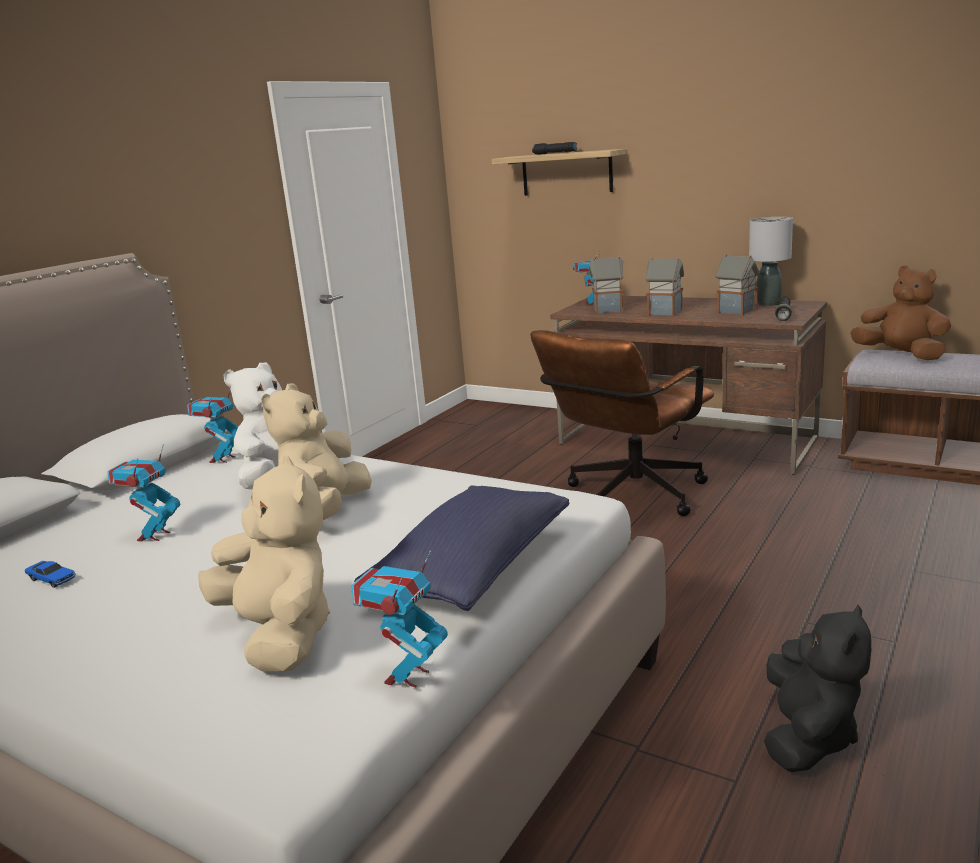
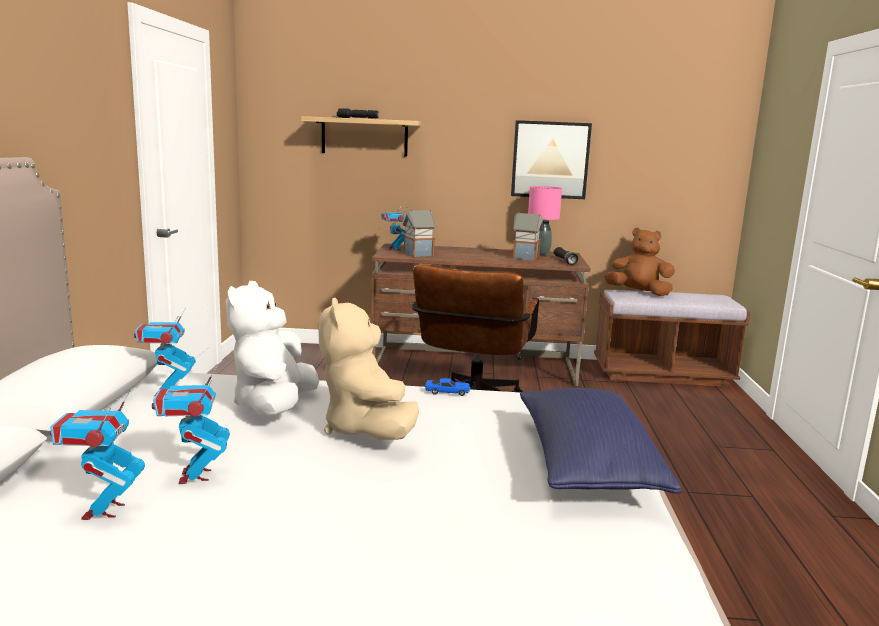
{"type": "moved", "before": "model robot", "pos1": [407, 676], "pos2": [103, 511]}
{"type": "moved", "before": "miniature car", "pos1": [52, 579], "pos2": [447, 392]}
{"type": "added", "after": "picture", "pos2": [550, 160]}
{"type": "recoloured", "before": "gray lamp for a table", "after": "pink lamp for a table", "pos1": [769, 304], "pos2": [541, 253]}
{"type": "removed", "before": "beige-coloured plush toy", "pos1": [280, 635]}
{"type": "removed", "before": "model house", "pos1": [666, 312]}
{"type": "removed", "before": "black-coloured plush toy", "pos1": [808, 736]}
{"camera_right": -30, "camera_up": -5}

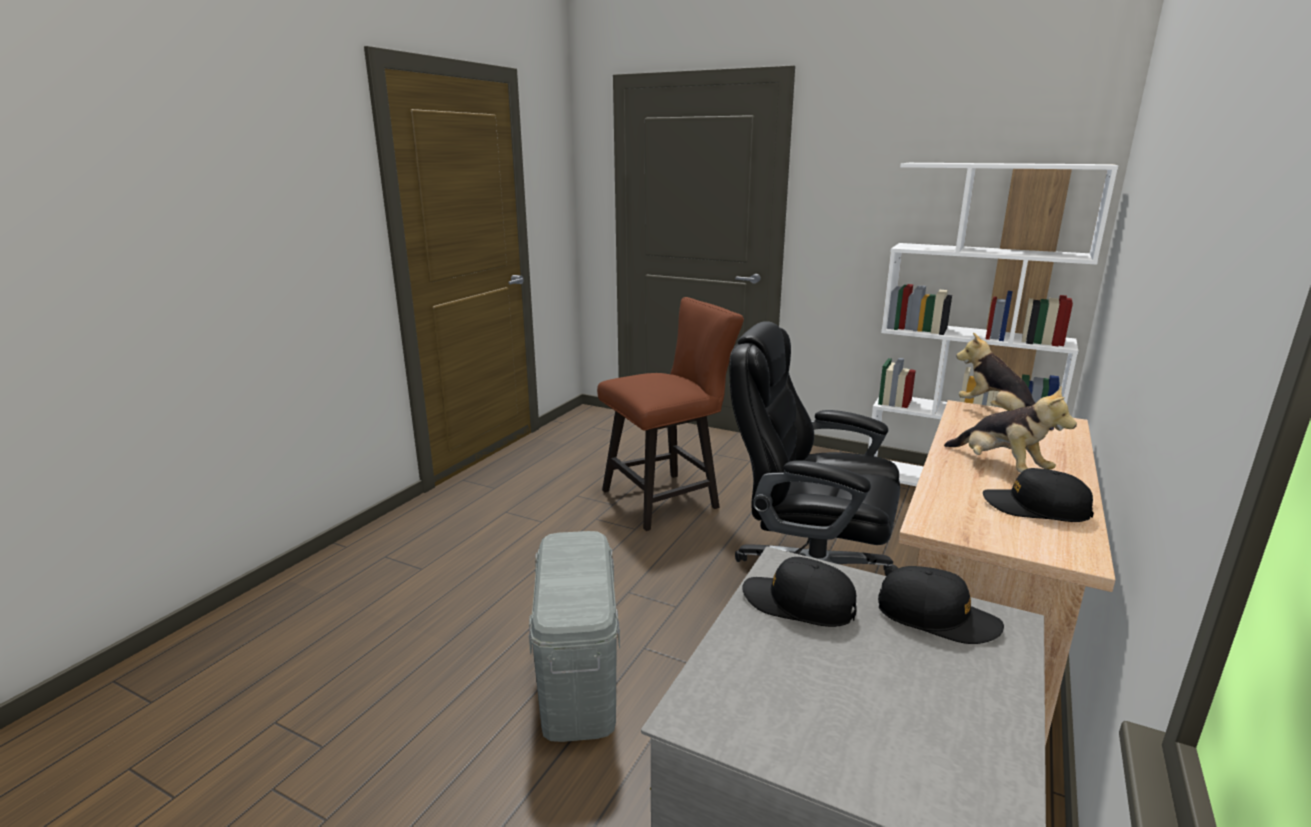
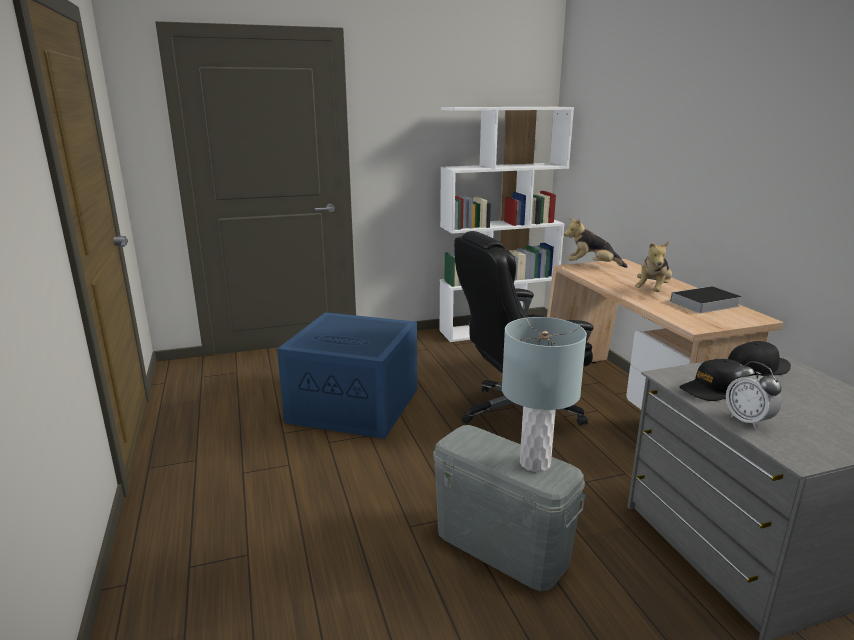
{"type": "replaced", "before": "brown-coloured upright chair", "after": "blue storage bin", "pos1": [668, 498], "pos2": [356, 404]}
{"type": "added", "after": "gray lamp for a table", "pos2": [534, 463]}
{"type": "turned", "before": "plush toy", "pos1": [1000, 467], "pos2": [653, 291], "turn": 105}
{"type": "replaced", "before": "black-coloured peaked cap", "after": "bound book", "pos1": [1035, 508], "pos2": [703, 304]}
{"type": "added", "after": "alarm clock", "pos2": [748, 421]}
{"camera_right": -45, "camera_up": 0}

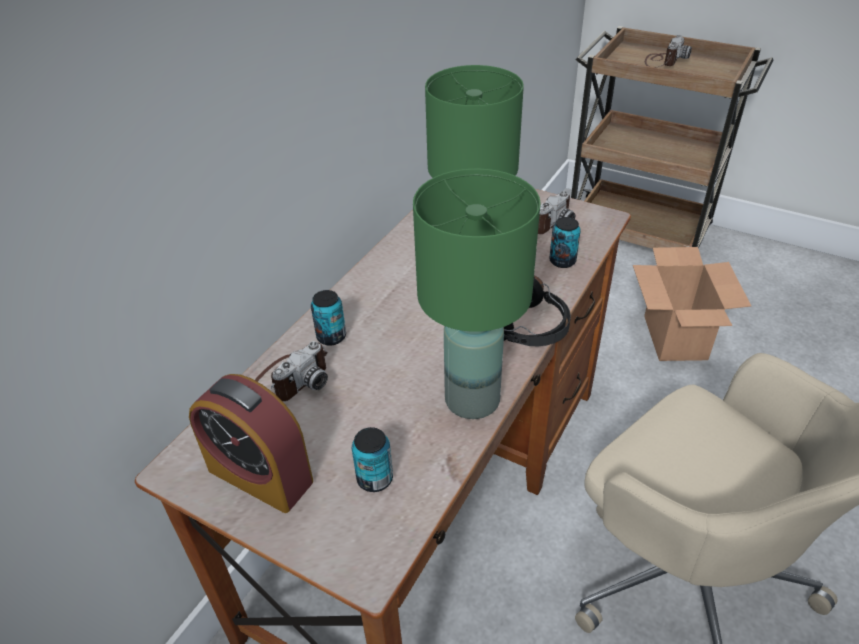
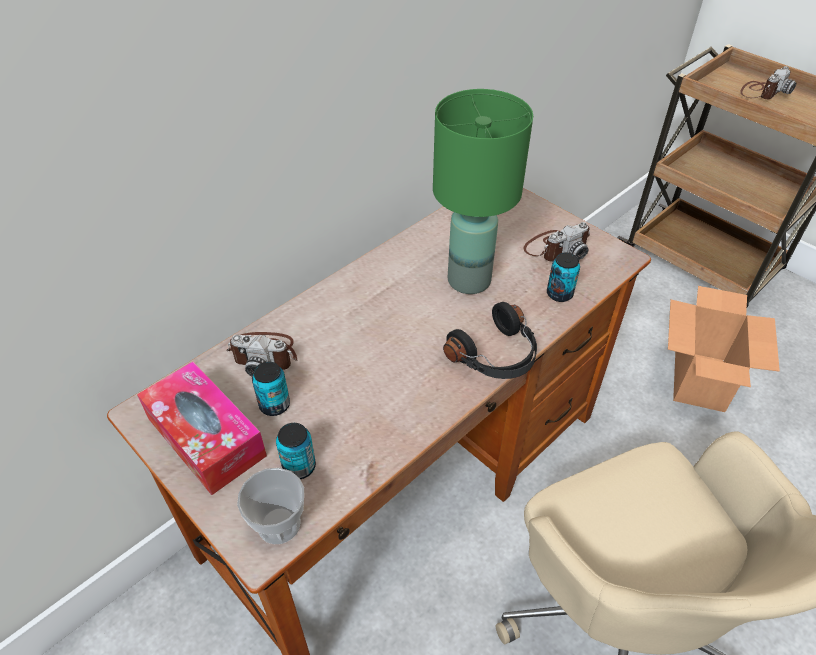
{"type": "replaced", "before": "alarm clock", "after": "box of tissues", "pos1": [260, 475], "pos2": [206, 437]}
{"type": "turned", "before": "photo camera", "pos1": [291, 379], "pos2": [265, 354], "turn": 45}
{"type": "added", "after": "drinking cup", "pos2": [279, 524]}
{"type": "moved", "before": "can", "pos1": [331, 337], "pos2": [274, 405]}
{"type": "removed", "before": "green-coloured lamp for a table", "pos1": [472, 401]}
{"camera_right": 15, "camera_up": 5}

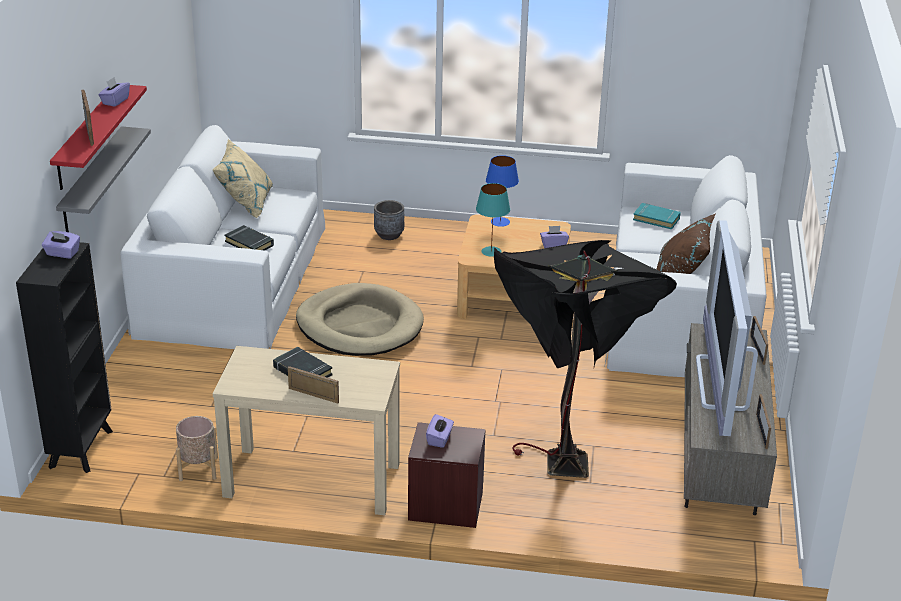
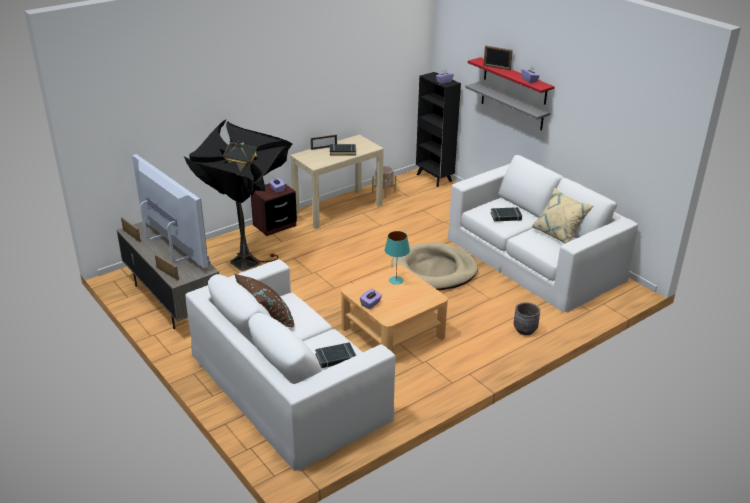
{"type": "recoloured", "before": "turquoise-coloured bound book", "after": "black-coloured bound book", "pos1": [656, 219], "pos2": [336, 358]}
{"type": "removed", "before": "blue lamp for a table", "pos1": [500, 222]}
{"camera_right": 135, "camera_up": 0}

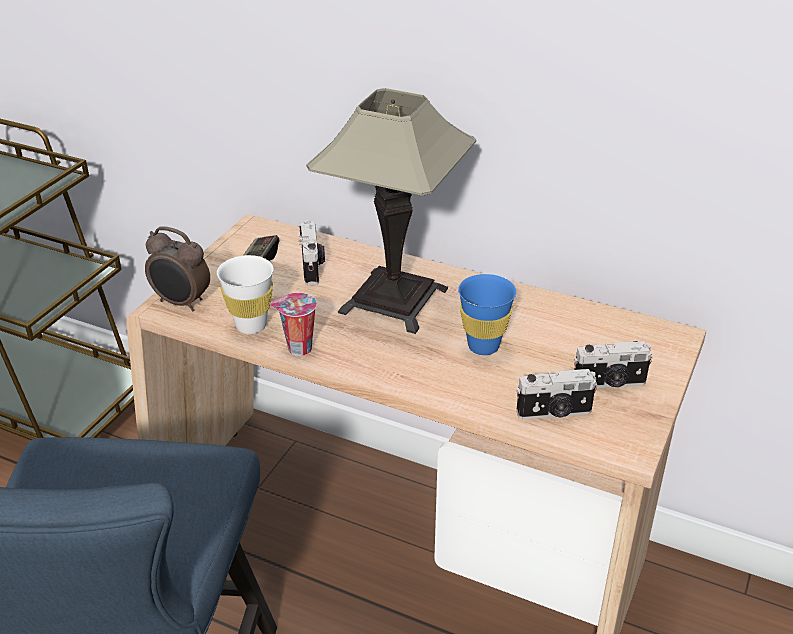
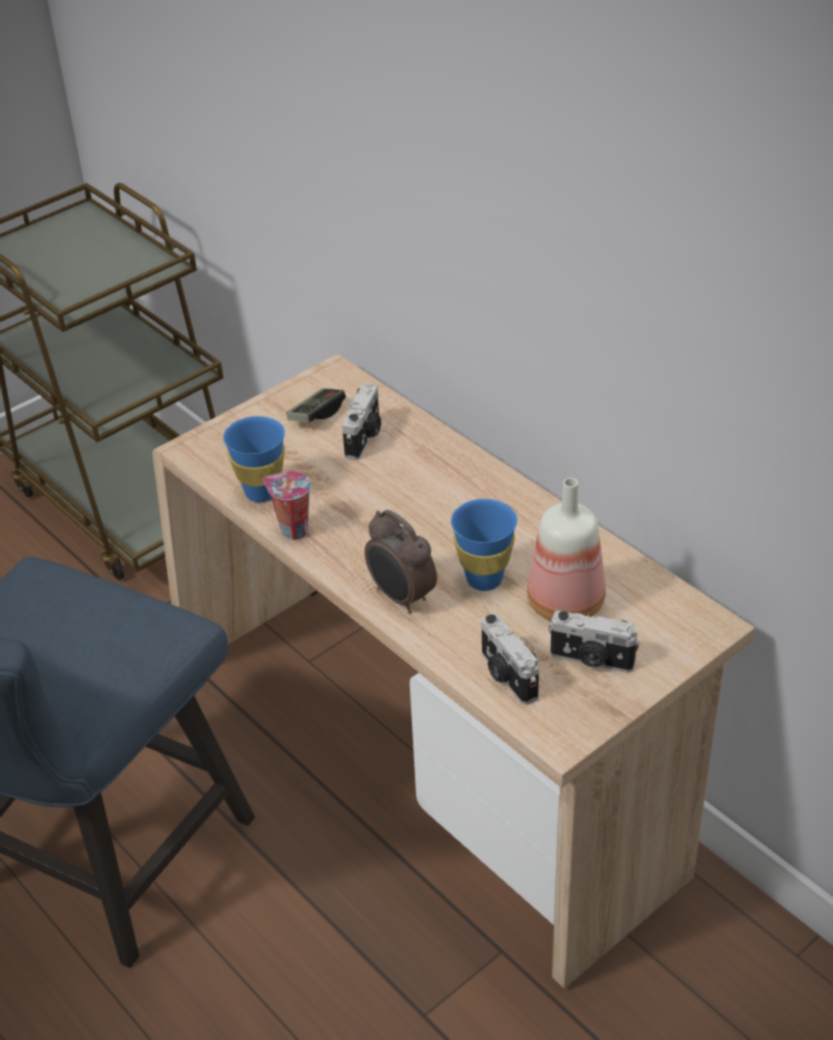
{"type": "recoloured", "before": "whitish drinking cup", "after": "blue drinking cup", "pos1": [251, 326], "pos2": [261, 492]}
{"type": "moved", "before": "alarm clock", "pos1": [181, 303], "pos2": [401, 597]}
{"type": "turned", "before": "photo camera", "pos1": [554, 413], "pos2": [506, 676], "turn": 45}
{"type": "added", "after": "drink bottle", "pos2": [563, 602]}
{"type": "removed", "before": "lamp for a table", "pos1": [394, 300]}
{"camera_right": 25, "camera_up": 5}

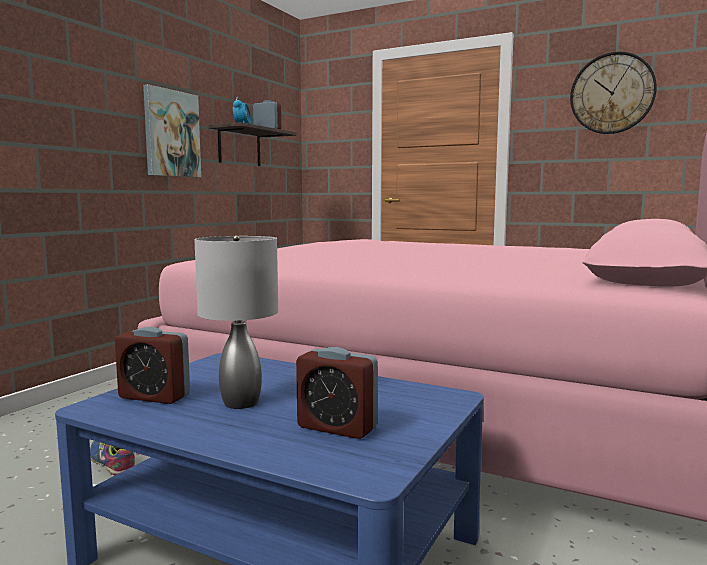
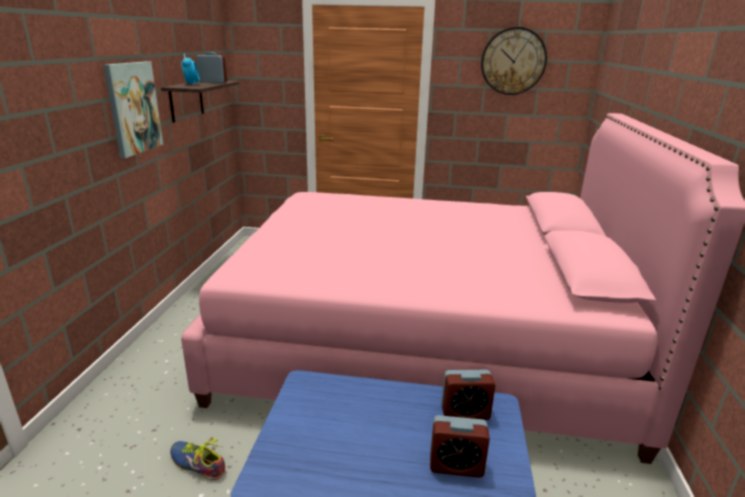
{"type": "moved", "before": "alarm clock", "pos1": [154, 396], "pos2": [465, 413]}
{"type": "removed", "before": "gray lamp for a table", "pos1": [239, 403]}
{"camera_right": -20, "camera_up": 15}

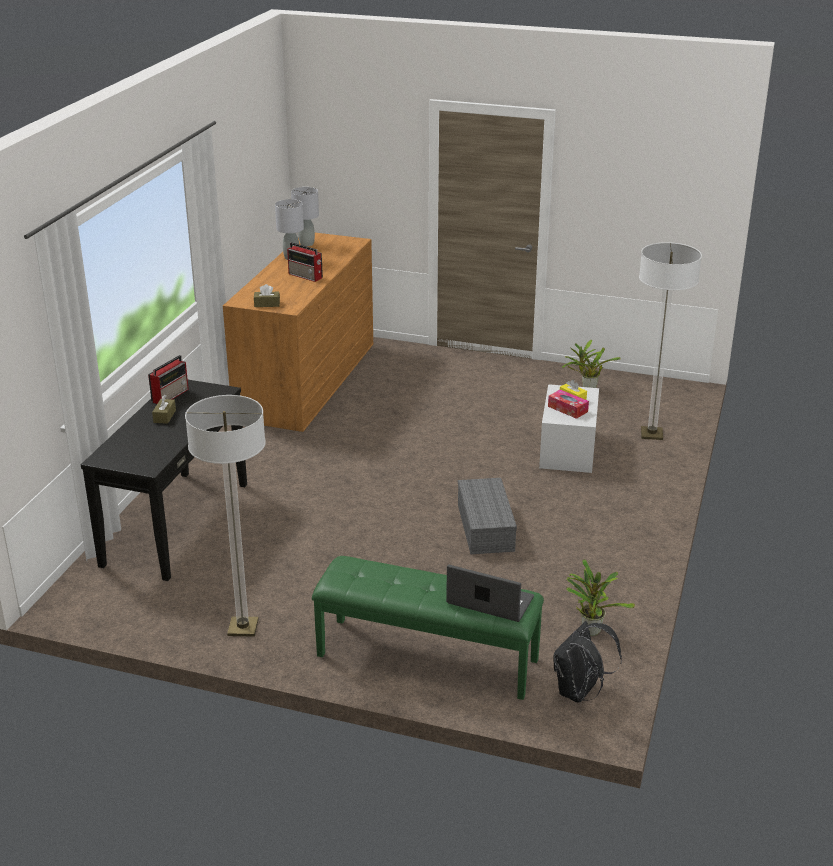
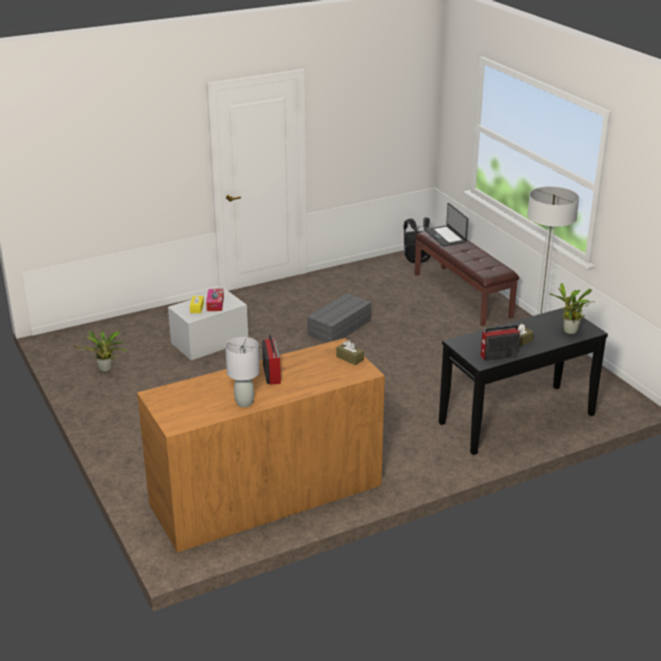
{"type": "recoloured", "before": "green-coloured bench", "after": "brown-coloured bench", "pos1": [426, 658], "pos2": [463, 295]}
{"type": "moved", "before": "houseplant", "pos1": [590, 629], "pos2": [569, 332]}
{"type": "removed", "before": "gray lamp for a table", "pos1": [307, 244]}
{"type": "removed", "before": "standing lamp", "pos1": [651, 434]}
{"camera_right": -135, "camera_up": 0}

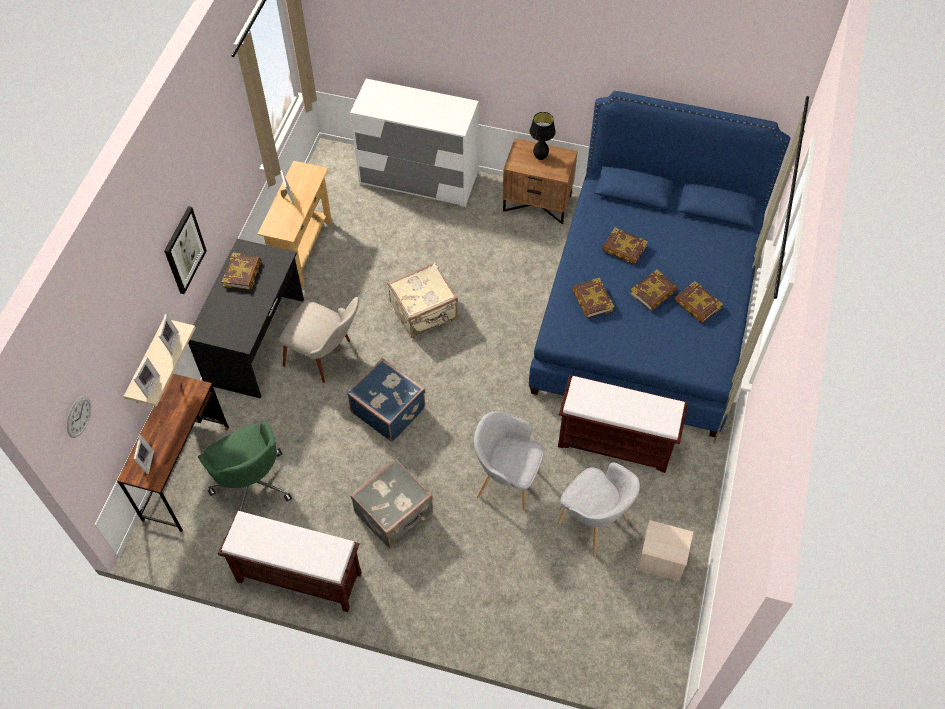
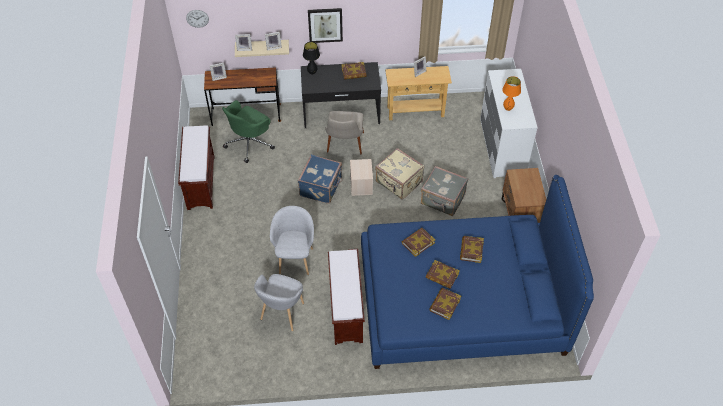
{"type": "moved", "before": "black-coloured lamp for a table", "pos1": [540, 157], "pos2": [312, 73]}
{"type": "moved", "before": "beige-coloured storage bin", "pos1": [660, 559], "pos2": [361, 185]}
{"type": "moved", "before": "gray travel case", "pos1": [395, 513], "pos2": [442, 200]}
{"type": "added", "after": "orangey lamp for a table", "pos2": [508, 108]}
{"camera_right": 70, "camera_up": -5}

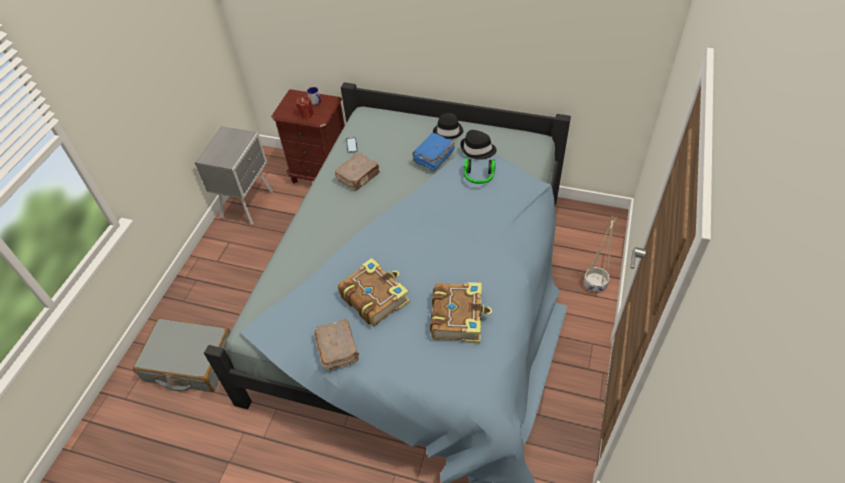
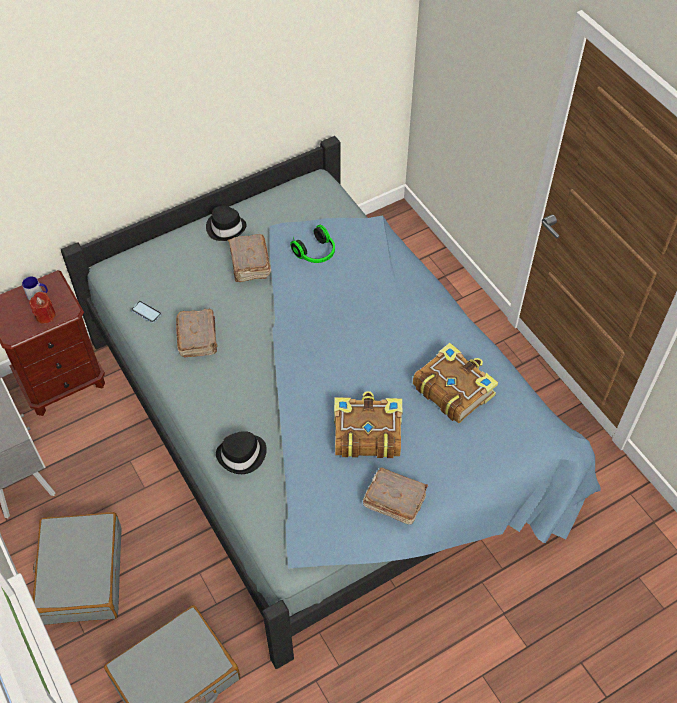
{"type": "added", "after": "gray travel case", "pos2": [81, 575]}
{"type": "moved", "before": "black-coloured clothing hat", "pos1": [477, 149], "pos2": [242, 455]}
{"type": "recoloured", "before": "blue bound book", "after": "brown-coloured bound book", "pos1": [433, 157], "pos2": [249, 264]}
{"type": "removed", "before": "beige-coloured plant pot", "pos1": [595, 284]}
{"camera_right": -50, "camera_up": 5}

